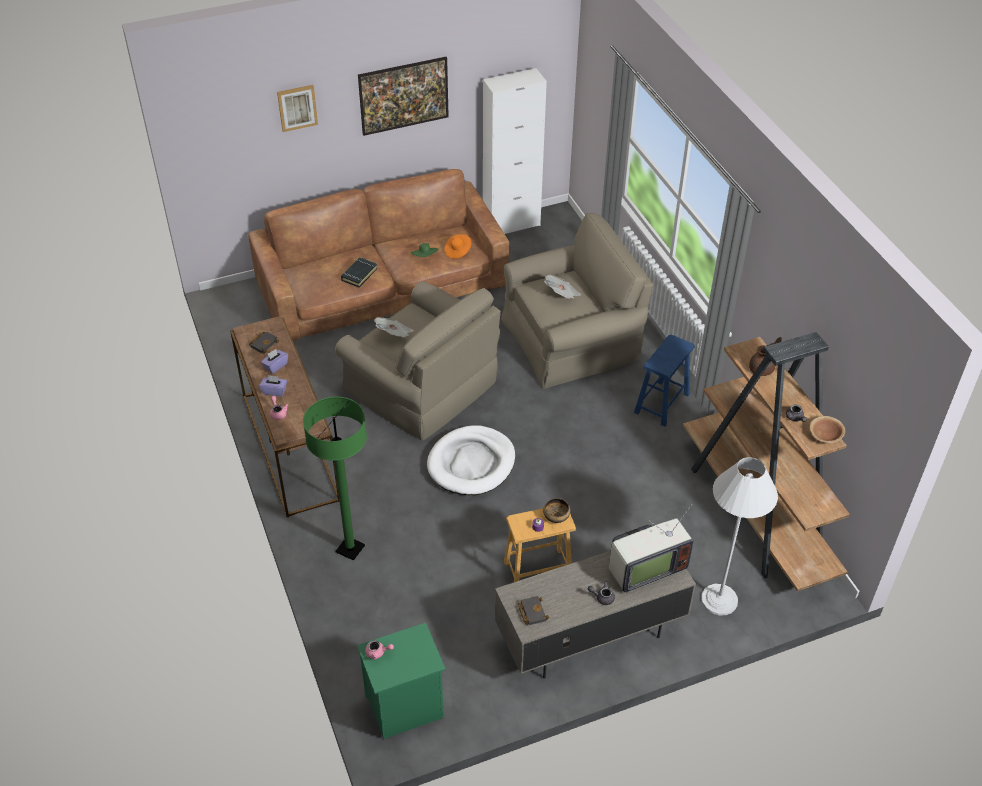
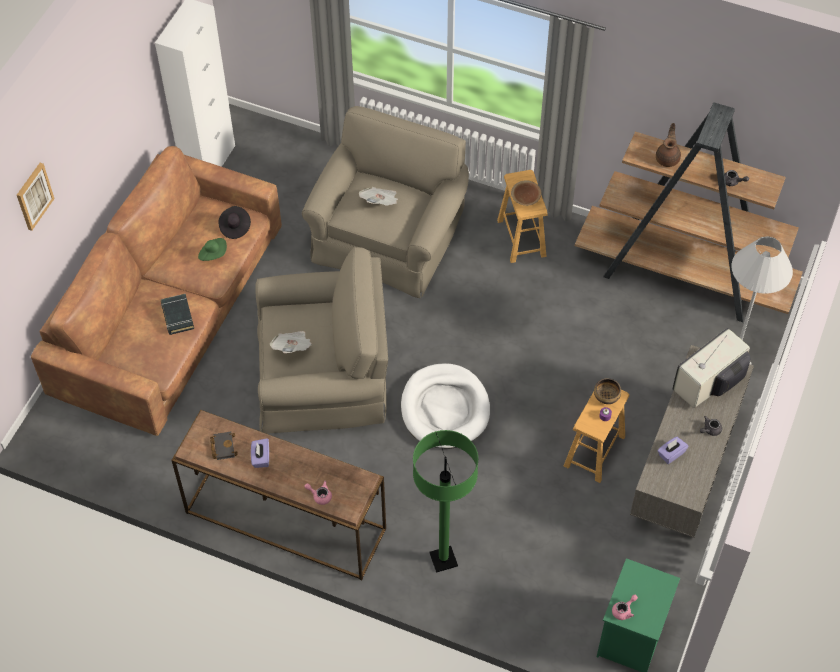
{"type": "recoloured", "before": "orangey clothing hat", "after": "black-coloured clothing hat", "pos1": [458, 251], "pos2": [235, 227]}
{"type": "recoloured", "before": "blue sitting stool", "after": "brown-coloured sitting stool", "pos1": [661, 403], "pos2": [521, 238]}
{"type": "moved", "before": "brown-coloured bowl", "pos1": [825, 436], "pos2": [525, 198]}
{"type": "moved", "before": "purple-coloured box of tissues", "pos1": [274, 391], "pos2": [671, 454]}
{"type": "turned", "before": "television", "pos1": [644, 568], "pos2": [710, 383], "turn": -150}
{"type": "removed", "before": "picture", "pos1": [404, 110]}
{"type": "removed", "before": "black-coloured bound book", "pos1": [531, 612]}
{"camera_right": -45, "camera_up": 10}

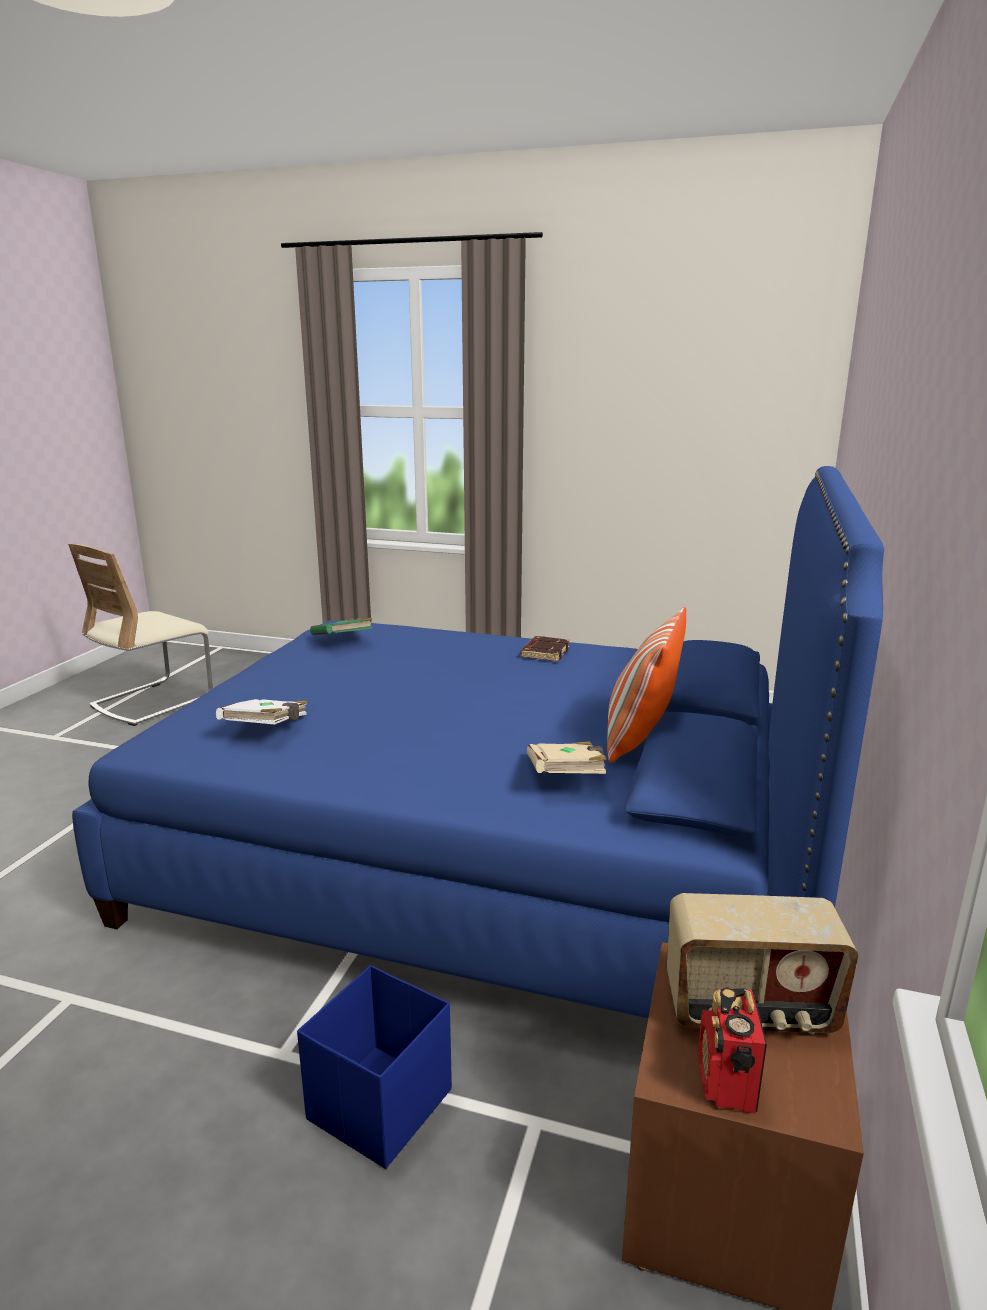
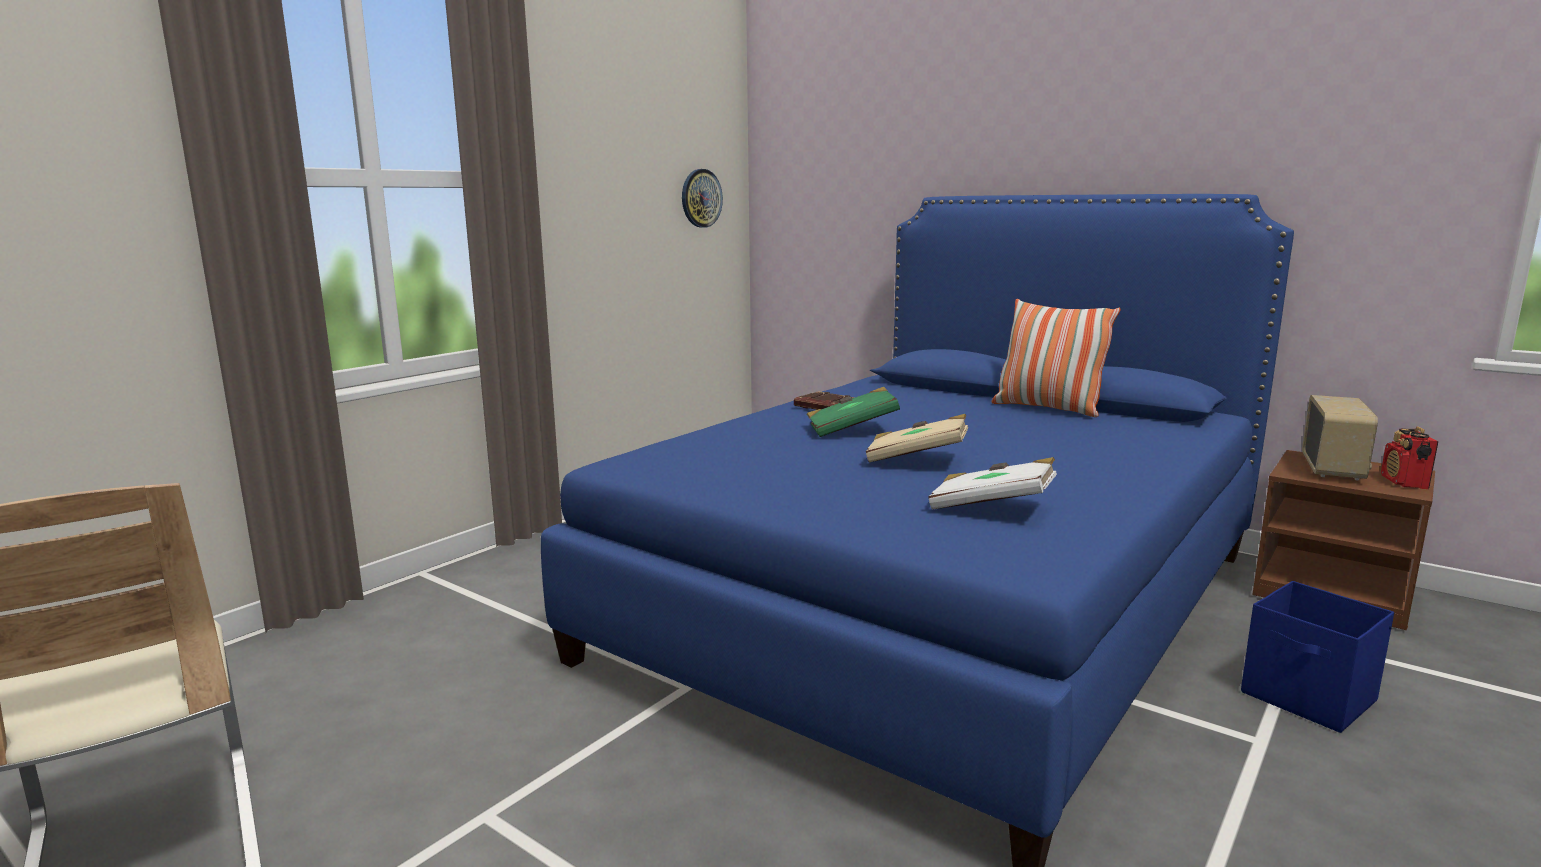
{"type": "added", "after": "wall clock", "pos2": [701, 198]}
{"type": "moved", "before": "green-coloured bound book", "pos1": [343, 641], "pos2": [851, 430]}
{"type": "moved", "before": "beige-coloured bound book", "pos1": [566, 777], "pos2": [916, 458]}
{"type": "turned", "before": "radio set", "pos1": [726, 1083], "pos2": [1404, 483], "turn": 75}
{"camera_right": -70, "camera_up": -5}

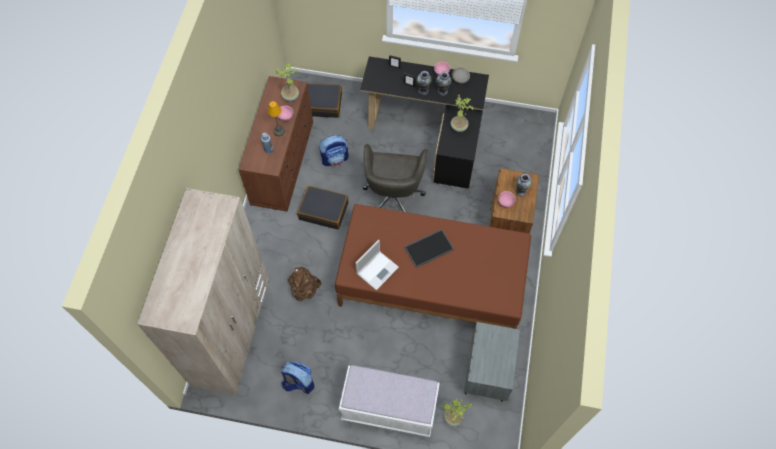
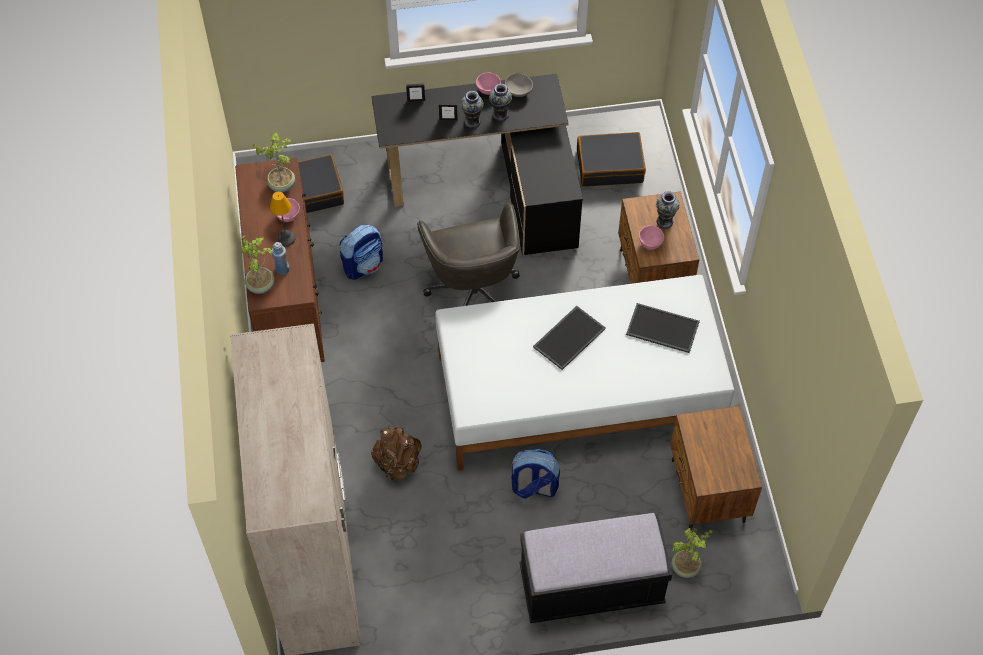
{"type": "moved", "before": "houseplant", "pos1": [459, 126], "pos2": [261, 285]}
{"type": "recoloured", "before": "brown-coloured bedroom bed", "after": "whitish bedroom bed", "pos1": [432, 282], "pos2": [580, 394]}
{"type": "moved", "before": "knapsack", "pos1": [299, 383], "pos2": [533, 487]}
{"type": "recoloured", "before": "whitish bench", "after": "black-coloured bench", "pos1": [389, 409], "pos2": [591, 586]}
{"type": "moved", "before": "black-coloured travel case", "pos1": [324, 211], "pos2": [609, 166]}
{"type": "added", "after": "tray", "pos2": [661, 329]}
{"type": "recoloured", "before": "gray nightstand", "after": "brown-coloured nightstand", "pos1": [486, 373], "pos2": [707, 492]}
{"type": "removed", "before": "portable computer", "pos1": [378, 269]}
{"camera_right": -20, "camera_up": -5}

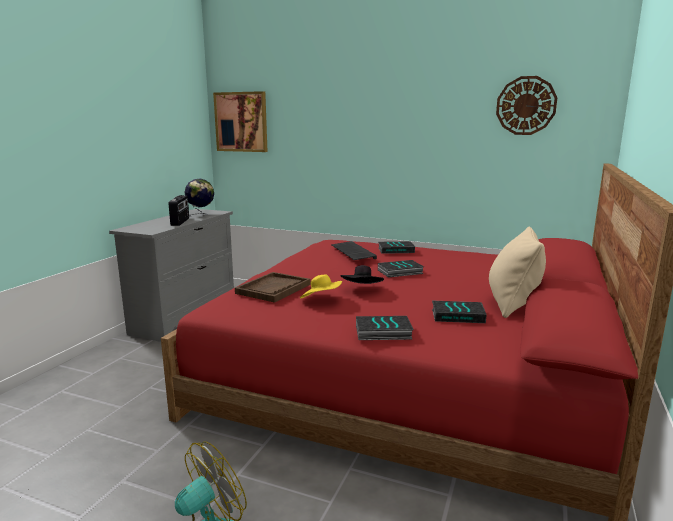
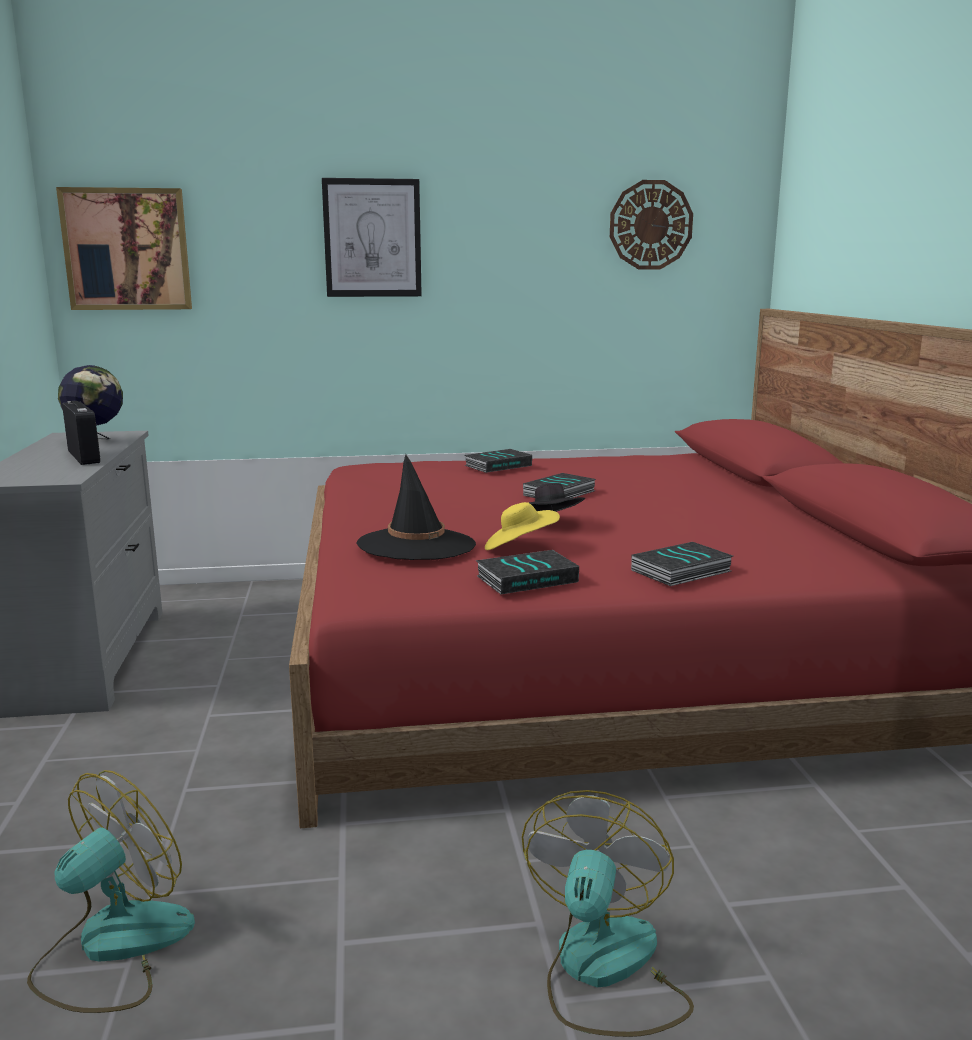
{"type": "added", "after": "cooling fan", "pos2": [112, 947]}
{"type": "added", "after": "picture", "pos2": [372, 238]}
{"type": "replaced", "before": "brown-coloured tray", "after": "black-coloured clothing hat", "pos1": [273, 289], "pos2": [416, 545]}
{"type": "moved", "before": "bound book", "pos1": [458, 315], "pos2": [527, 578]}
{"type": "removed", "before": "PC keyboard", "pos1": [351, 252]}
{"type": "removed", "before": "beige-coloured cushion", "pos1": [512, 304]}
{"camera_right": -30, "camera_up": 0}

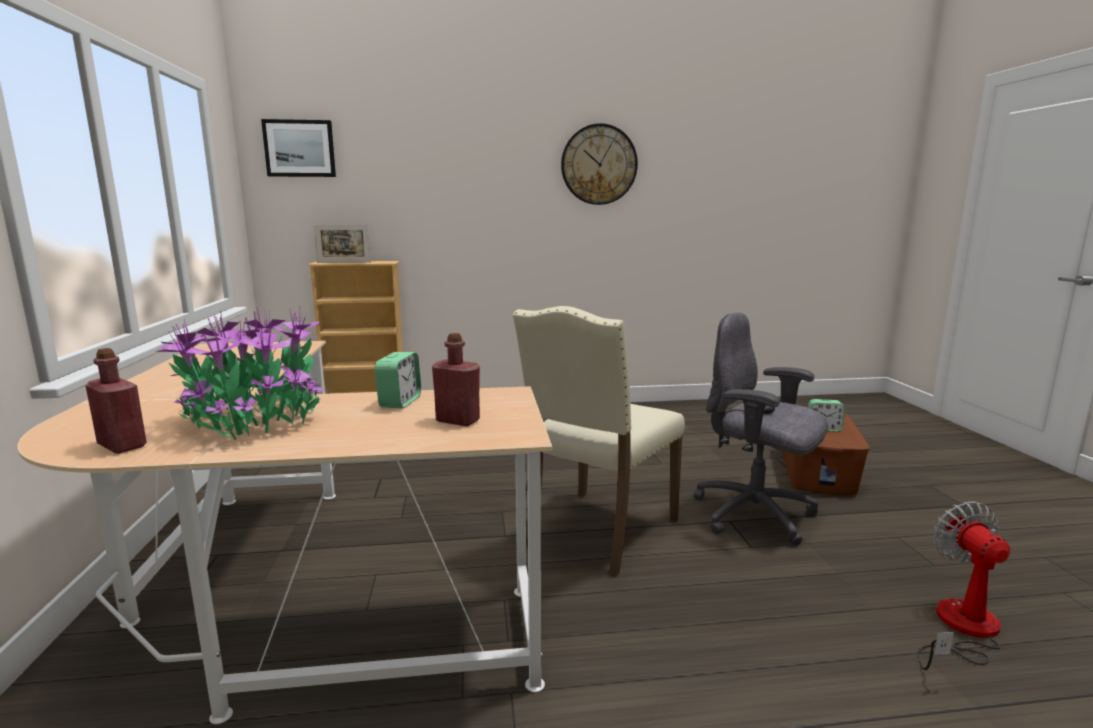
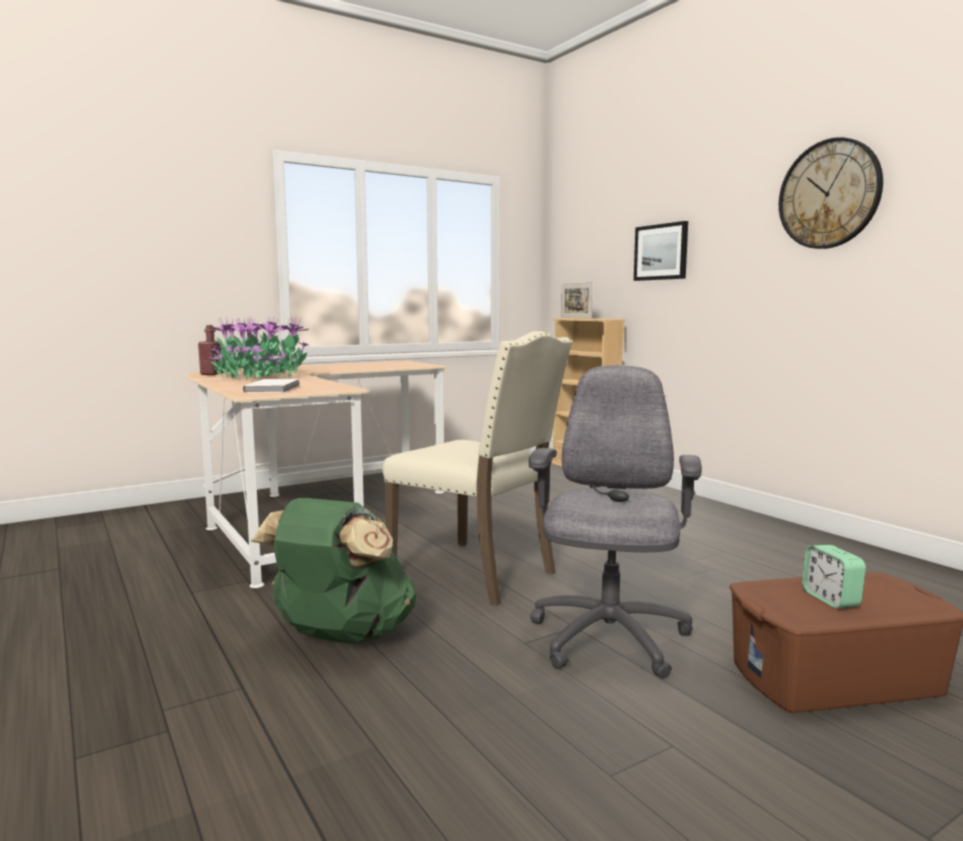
{"type": "replaced", "before": "red drink bottle", "after": "whitish bound book", "pos1": [457, 420], "pos2": [274, 389]}
{"type": "added", "after": "green-coloured knapsack", "pos2": [341, 636]}
{"type": "turned", "before": "beige-coloured upright chair", "pos1": [598, 532], "pos2": [477, 573], "turn": -150}
{"type": "moved", "before": "picture", "pos1": [299, 148], "pos2": [661, 252]}
{"type": "removed", "before": "alarm clock", "pos1": [400, 402]}
{"type": "removed", "before": "cooling fan", "pos1": [961, 629]}
{"camera_right": 65, "camera_up": -5}

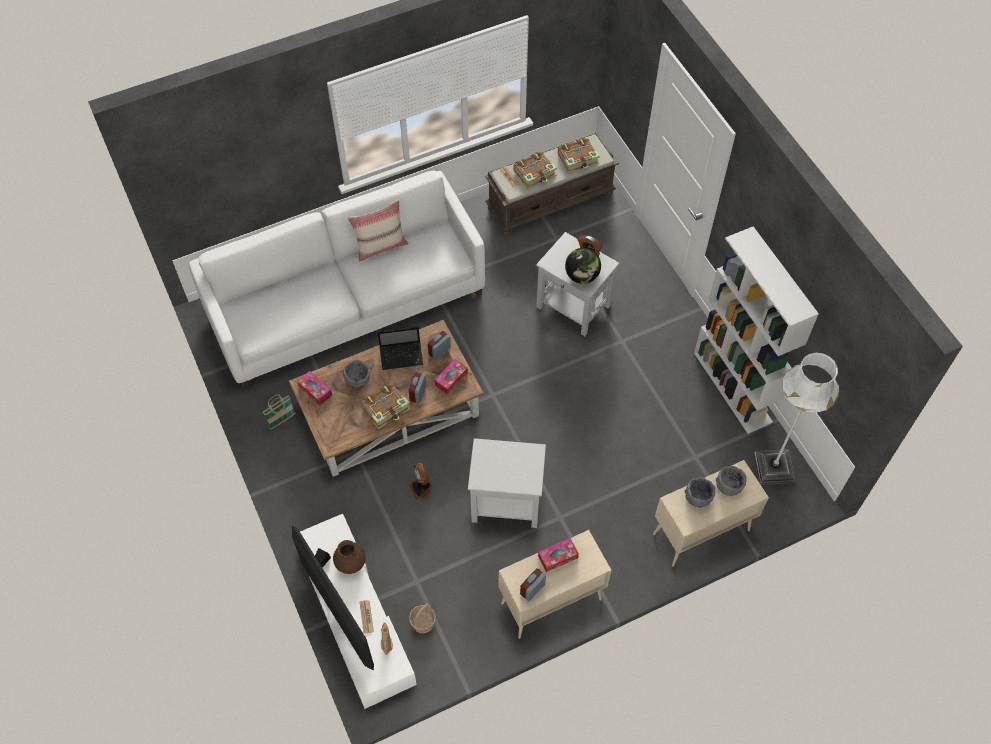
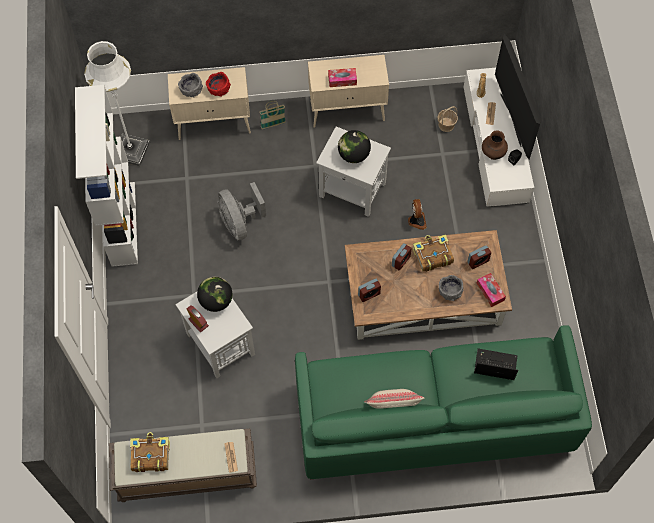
{"type": "recoloured", "before": "gray bowl", "after": "red bowl", "pos1": [698, 497], "pos2": [219, 89]}
{"type": "added", "after": "gray cooling fan", "pos2": [240, 223]}
{"type": "moved", "before": "household basket", "pos1": [282, 421], "pos2": [273, 125]}
{"type": "recoloured", "before": "whitish settee", "after": "green-coloured settee", "pos1": [347, 303], "pos2": [433, 418]}
{"type": "added", "after": "desk globe", "pos2": [354, 155]}
{"type": "moved", "before": "alarm clock", "pos1": [532, 589], "pos2": [478, 261]}
{"type": "moved", "before": "portable computer", "pos1": [402, 356], "pos2": [494, 365]}
{"type": "removed", "before": "box of tissues", "pos1": [451, 379]}
{"type": "removed", "before": "bound book", "pos1": [535, 174]}
{"camera_right": -160, "camera_up": 5}

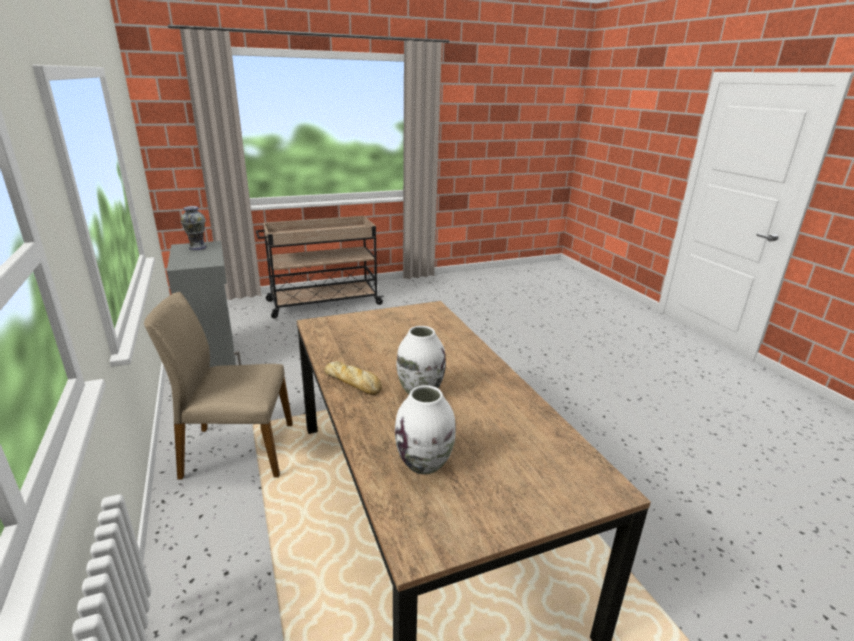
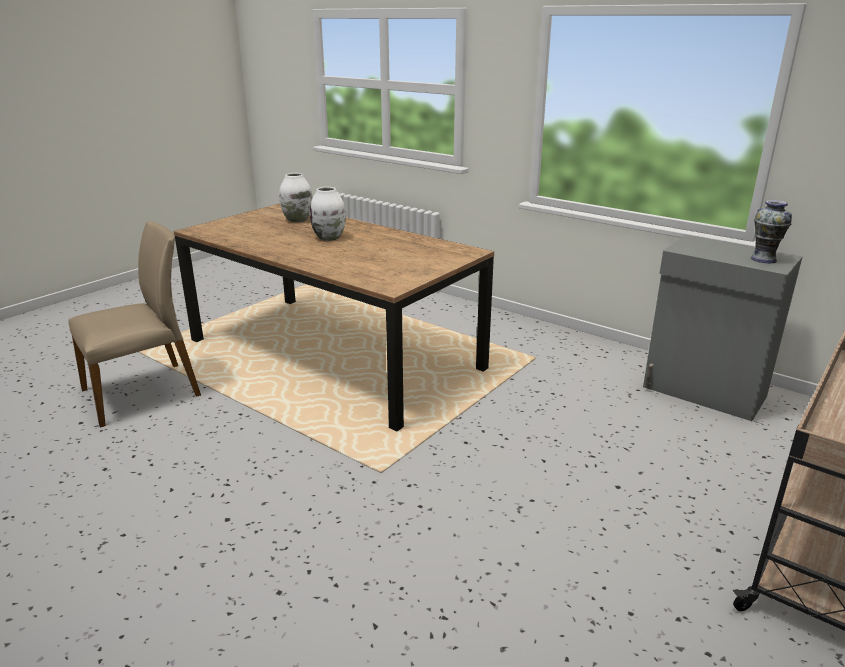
{"type": "moved", "before": "beige-coloured upright chair", "pos1": [237, 451], "pos2": [143, 392]}
{"type": "removed", "before": "bread", "pos1": [353, 383]}
{"camera_right": 150, "camera_up": 0}

